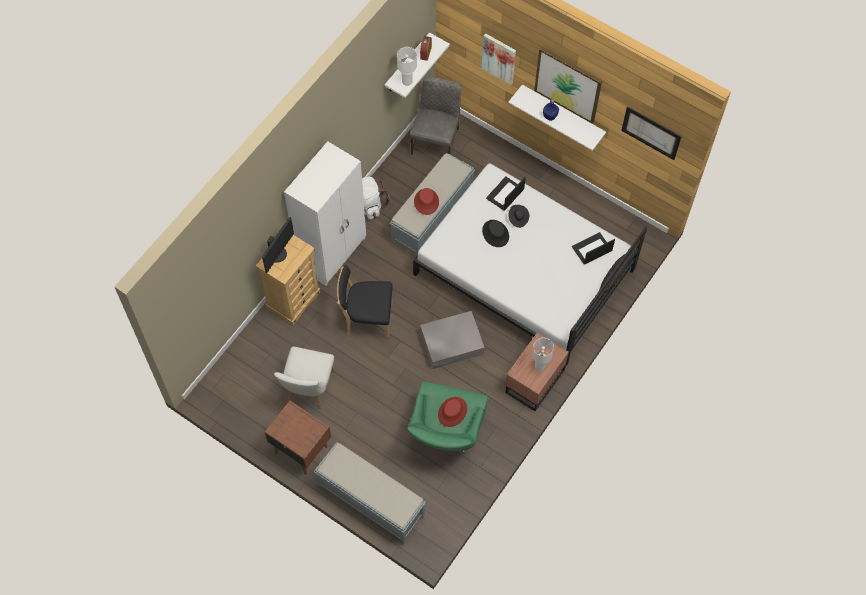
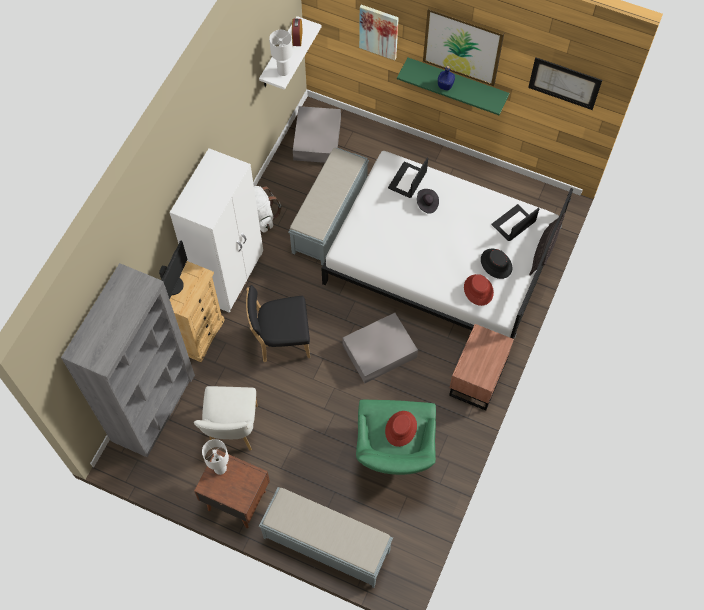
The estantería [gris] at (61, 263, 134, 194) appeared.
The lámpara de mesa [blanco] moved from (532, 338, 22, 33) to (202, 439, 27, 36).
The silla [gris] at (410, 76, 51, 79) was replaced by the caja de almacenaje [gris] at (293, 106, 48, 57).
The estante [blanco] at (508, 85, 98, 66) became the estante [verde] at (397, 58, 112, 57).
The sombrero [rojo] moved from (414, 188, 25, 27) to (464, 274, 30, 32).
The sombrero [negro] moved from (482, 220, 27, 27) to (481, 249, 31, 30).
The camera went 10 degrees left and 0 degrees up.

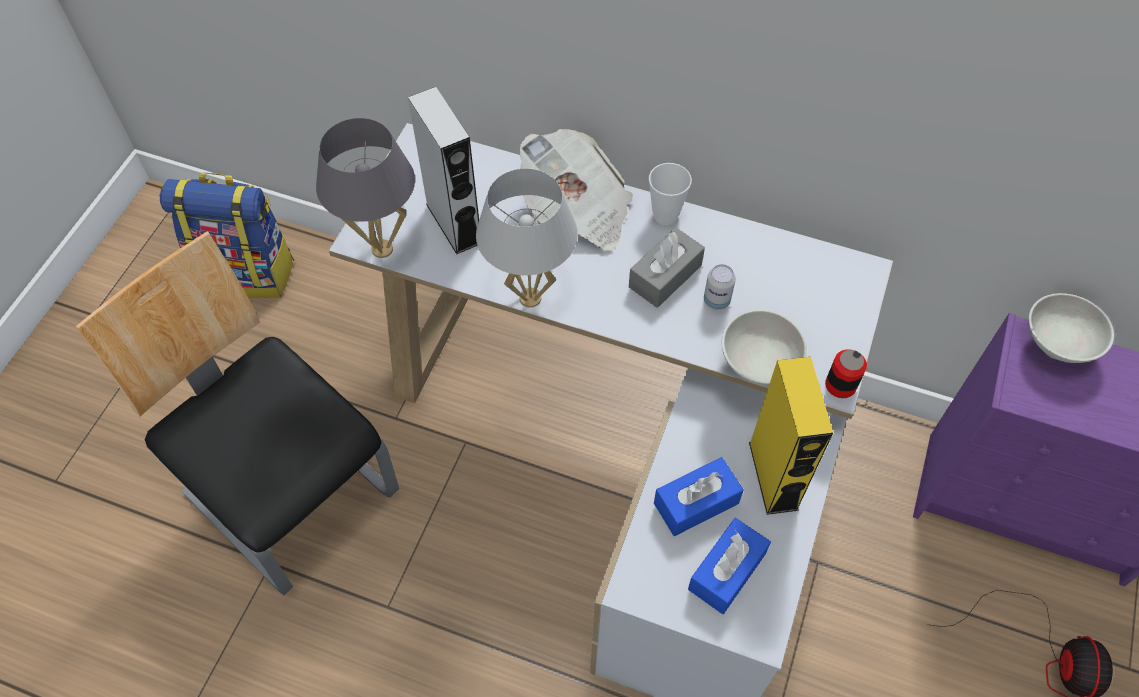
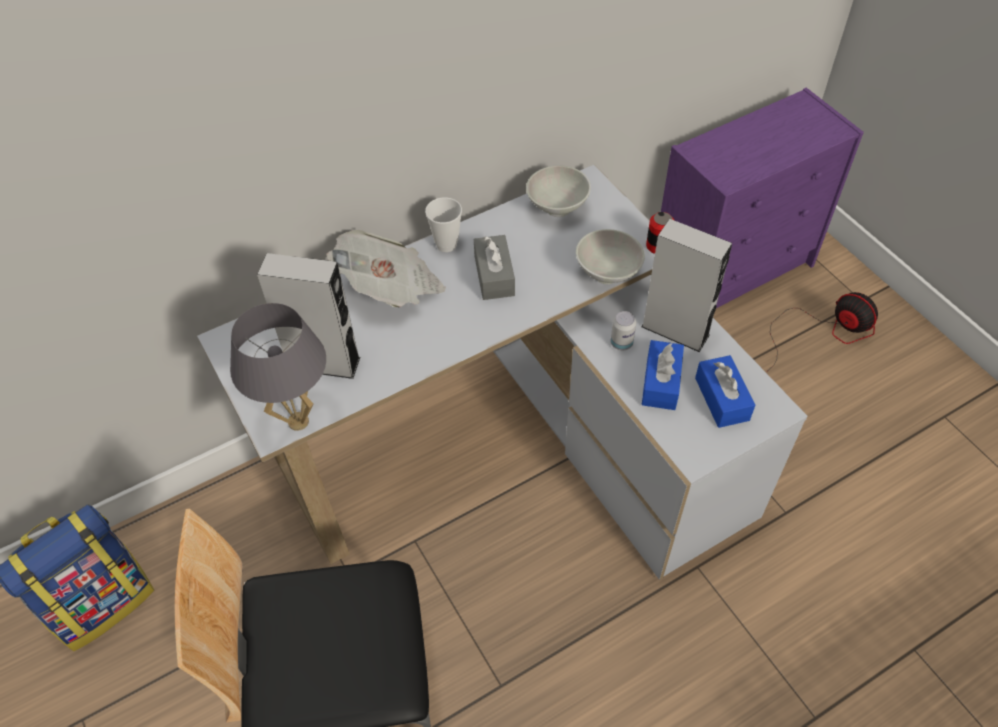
The cuenco [blanco] moved from (1029, 293, 85, 70) to (526, 166, 65, 51).
The lata moved from (704, 264, 32, 46) to (611, 311, 25, 39).
The altavoz [amarillo] at (749, 357, 84, 158) became the altavoz [gris] at (641, 219, 91, 133).
The lámpara de mesa [blanco] at (476, 168, 102, 140) disappeared.
The camera went 50 degrees left and 5 degrees down.

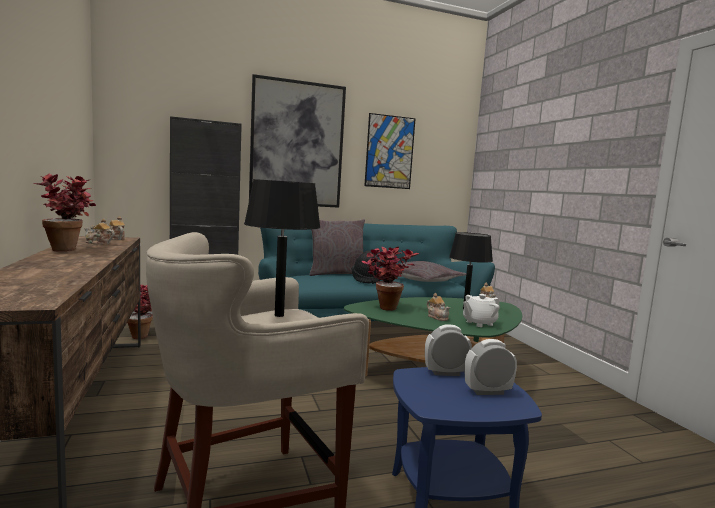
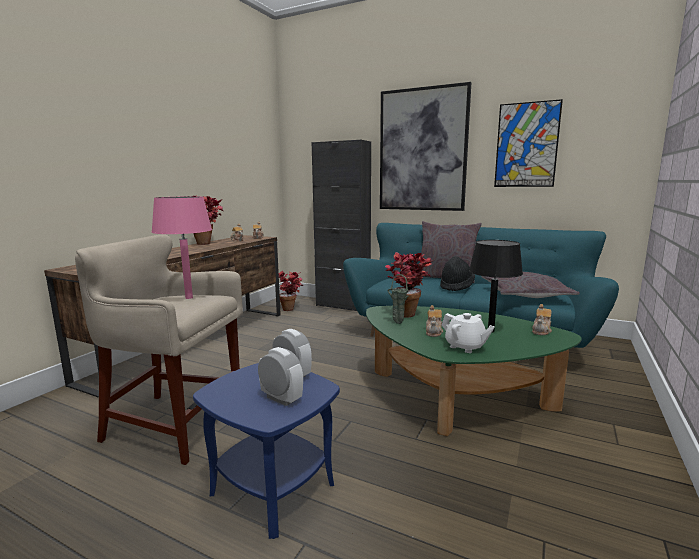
The lámpara de mesa [negro] at (244, 179, 77, 138) became the lámpara de mesa [rosa] at (151, 196, 61, 103).
The florero [verde] at (388, 274, 21, 50) appeared.
The tetera [blanco] at (463, 294, 37, 33) turned 150 degrees counterclockwise.
The camera went 45 degrees right and 5 degrees up.

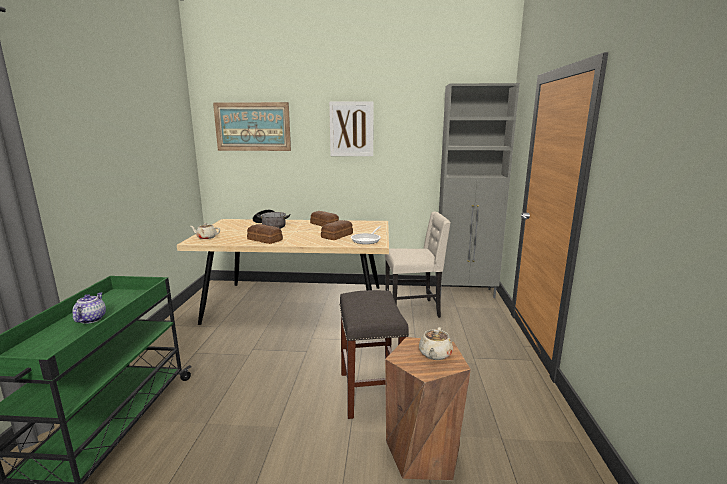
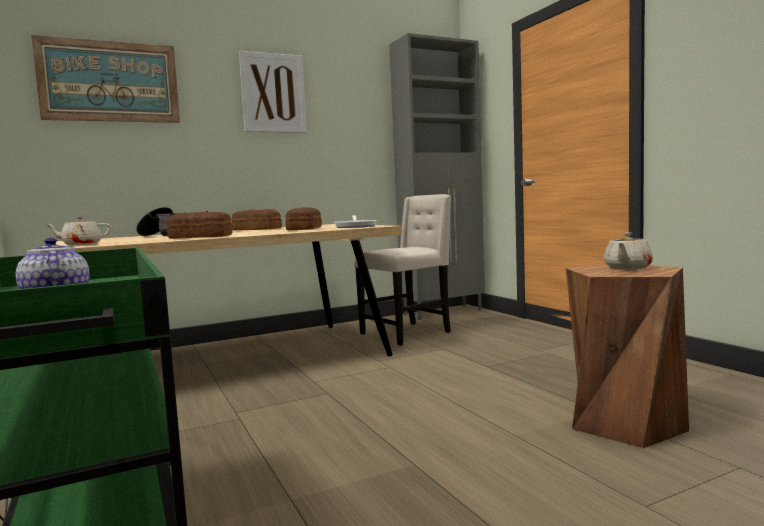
The tetera [beis] at (419, 327, 34, 33) turned 45 degrees clockwise.
The taburete [gris] at (339, 290, 70, 129) disappeared.
The camera went 30 degrees left and 10 degrees down.

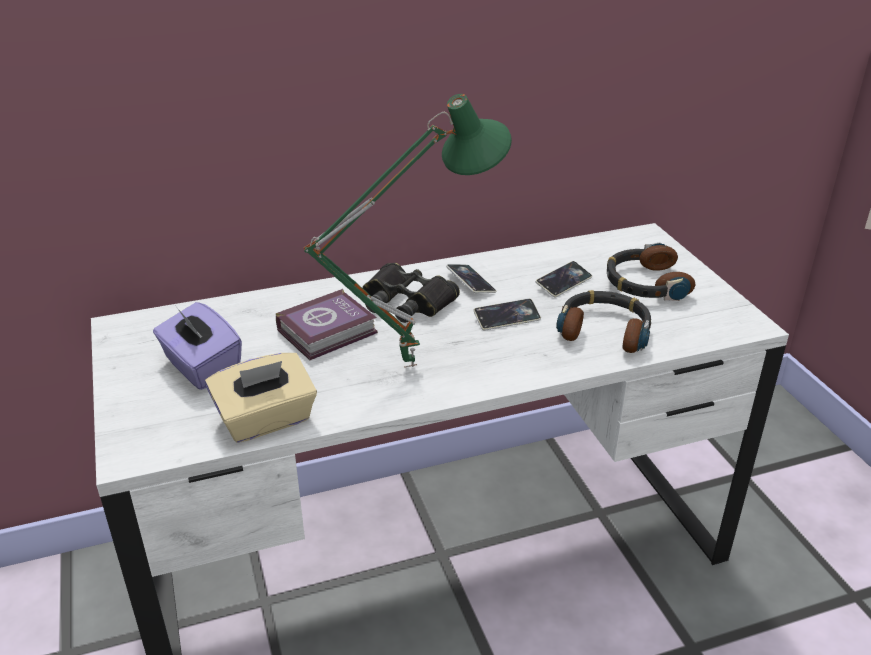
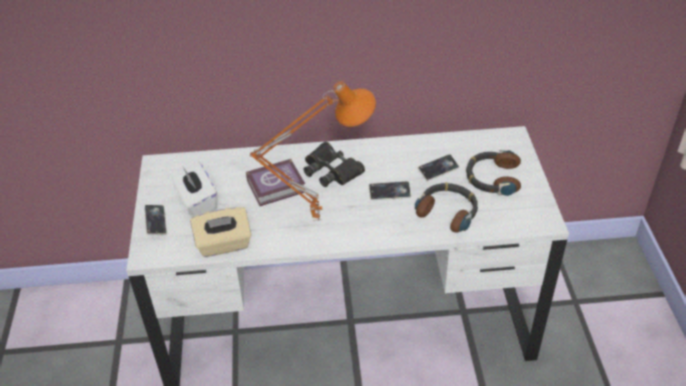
The móvil moved from (446, 264, 50, 29) to (144, 205, 23, 30).
The caja de pañuelos [morado] at (153, 302, 89, 88) became the caja de pañuelos [blanco] at (171, 162, 47, 55).
The lámpara de mesa [verde] at (304, 94, 208, 274) became the lámpara de mesa [naranja] at (250, 81, 126, 140).
The camera went 15 degrees right and 10 degrees up.

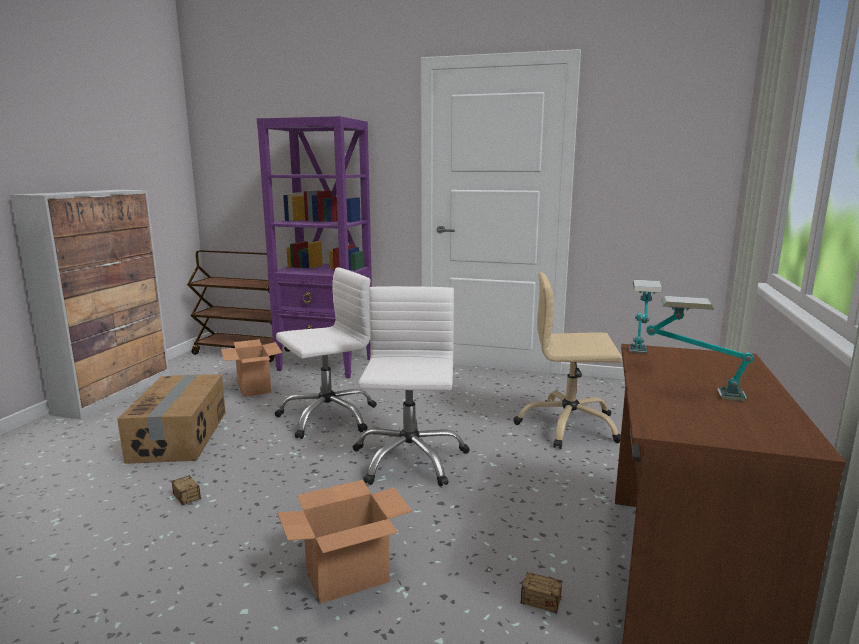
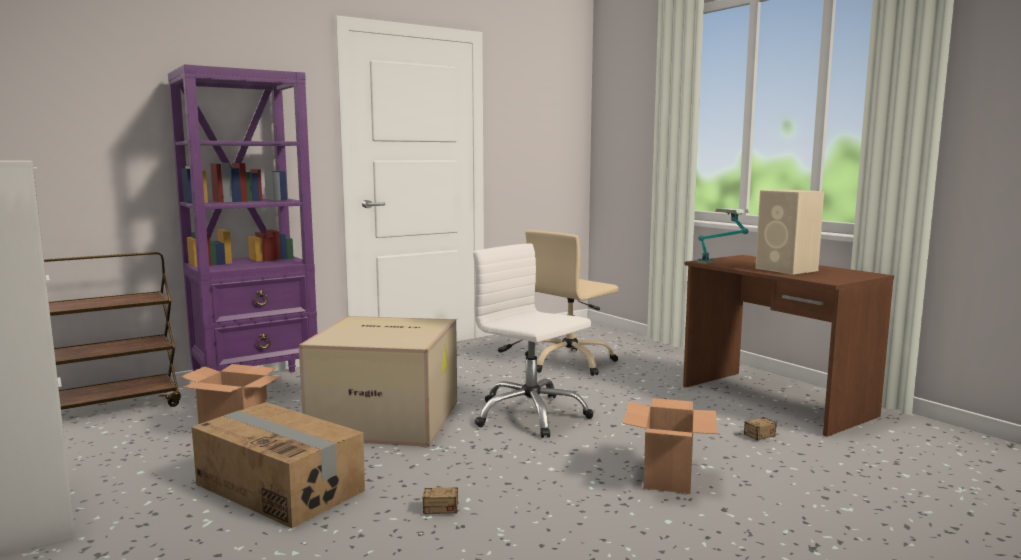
The silla de oficina [blanco] at (275, 267, 102, 172) was replaced by the caja de cartón at (299, 316, 158, 131).
The lámpara de mesa at (646, 296, 108, 105) was replaced by the altavoz [beis] at (755, 190, 69, 85).
The camera went 50 degrees left and 5 degrees down.

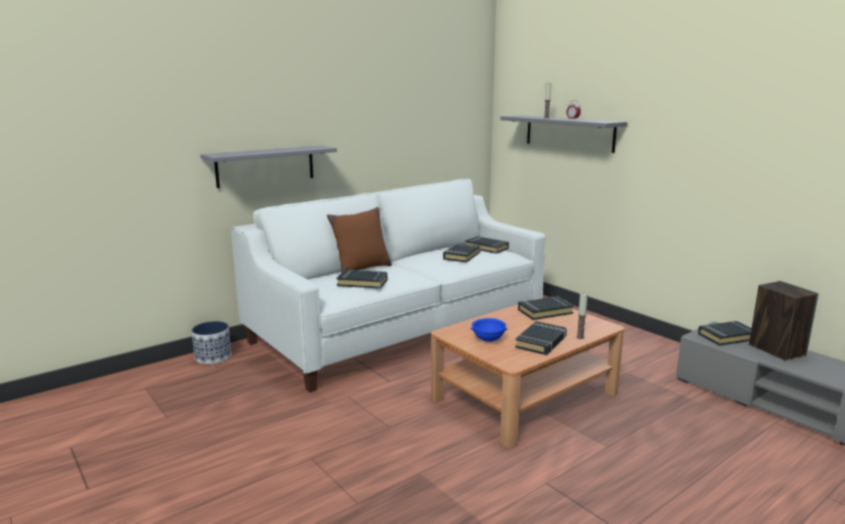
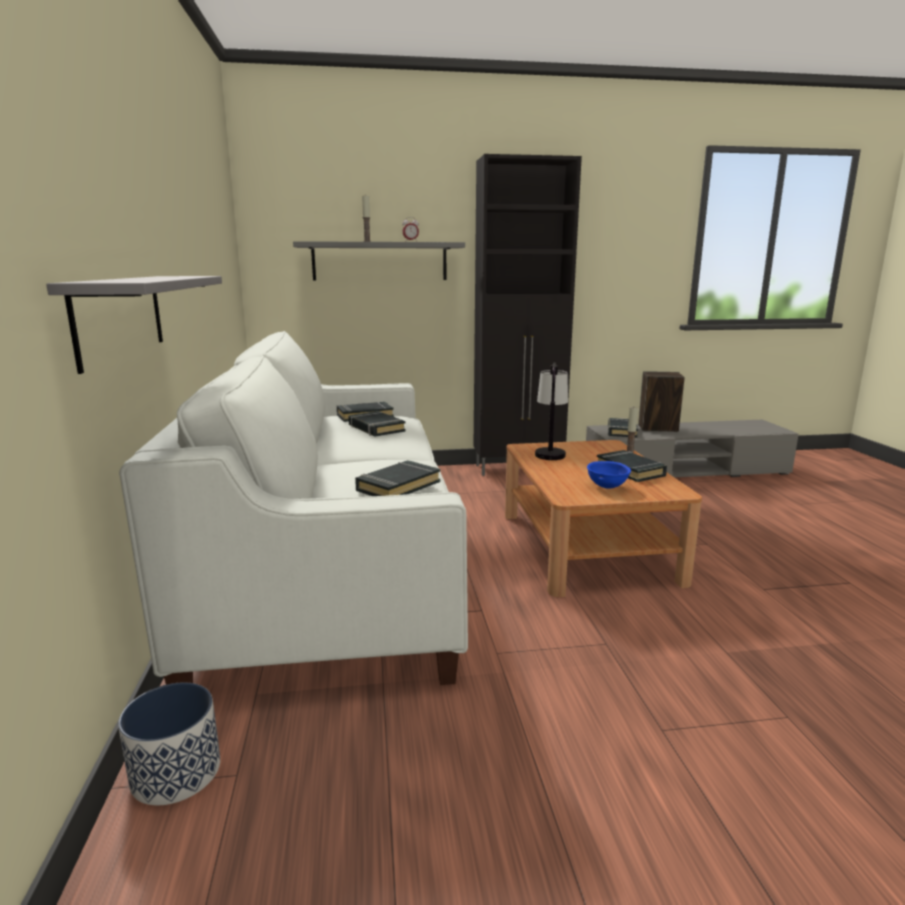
The armario [negro] at (474, 154, 108, 322) appeared.
The libro [negro] at (518, 296, 56, 24) was replaced by the lámpara de mesa at (535, 362, 33, 98).
The cojín [marrón] at (327, 207, 65, 66) disappeared.
The camera went 60 degrees left and 0 degrees up.

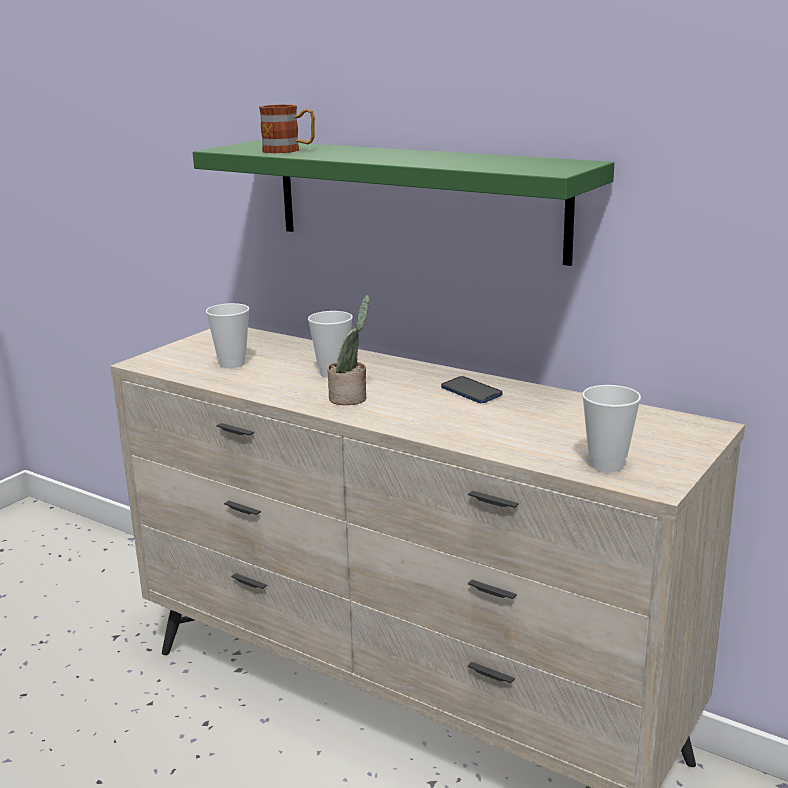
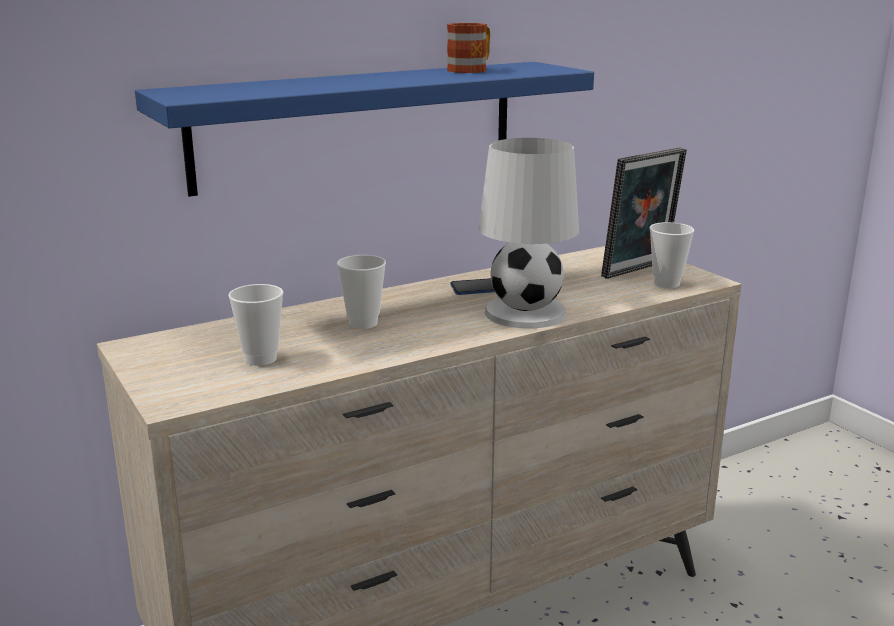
The estante [verde] at (193, 141, 421, 125) became the estante [azul] at (135, 62, 459, 135).
The taza grande moved from (259, 104, 56, 49) to (447, 23, 43, 50).
The lámpara de mesa [blanco] at (479, 138, 100, 191) appeared.
The portarretratos at (601, 147, 86, 132) appeared.
The planta en maceta at (327, 295, 43, 110) disappeared.
The camera went 65 degrees left and 0 degrees up.

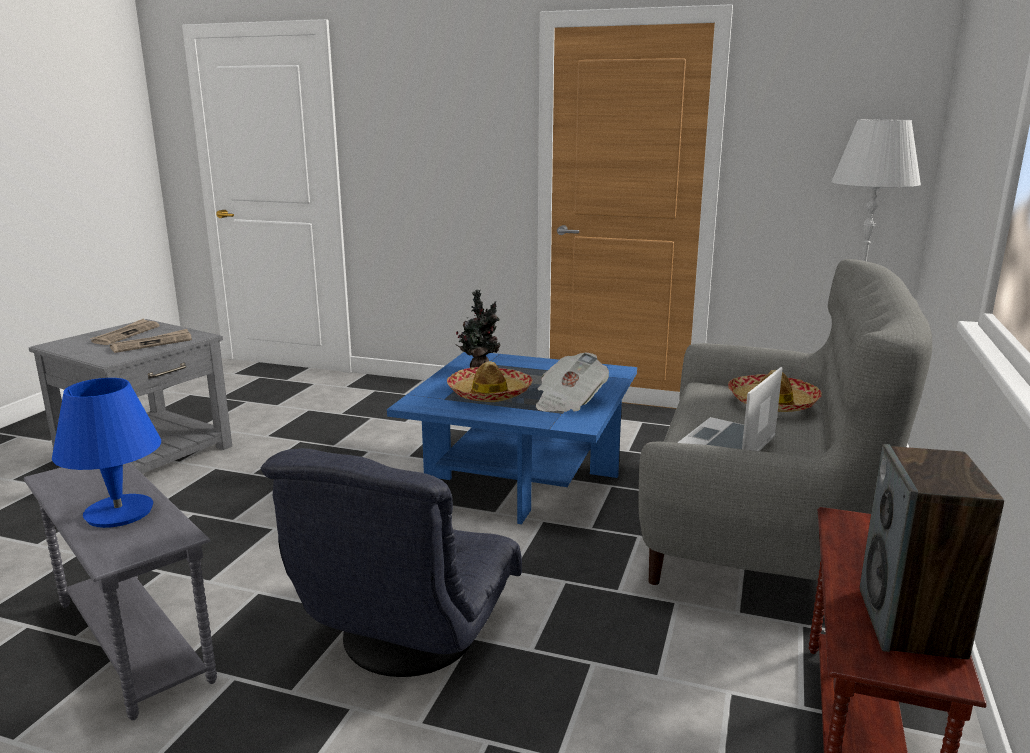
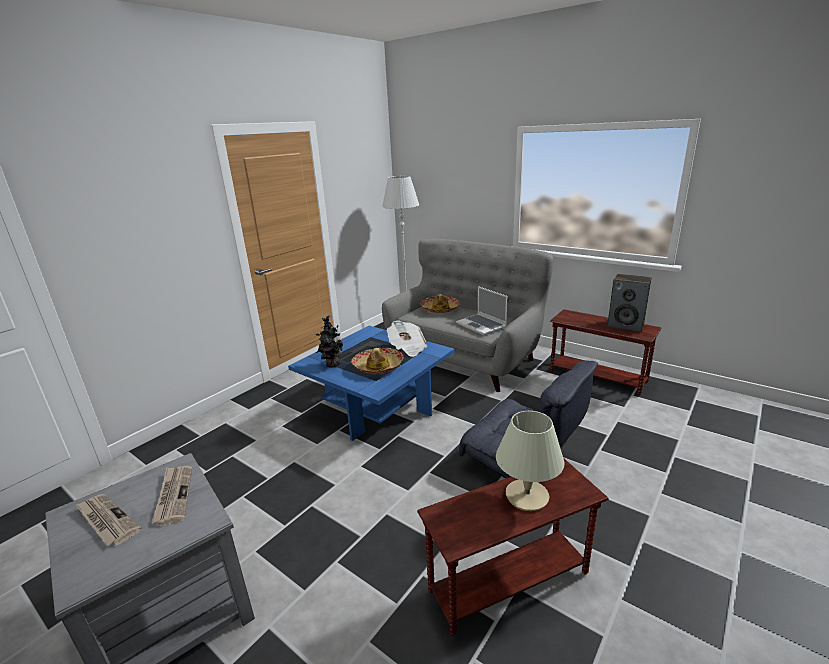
The mesa auxiliar [gris] at (24, 463, 193, 257) became the mesa auxiliar [marrón] at (417, 458, 192, 178).
The lámpara de mesa [azul] at (52, 378, 109, 150) became the lámpara de mesa [beis] at (496, 411, 68, 100).
The camera went 70 degrees left and 5 degrees up.

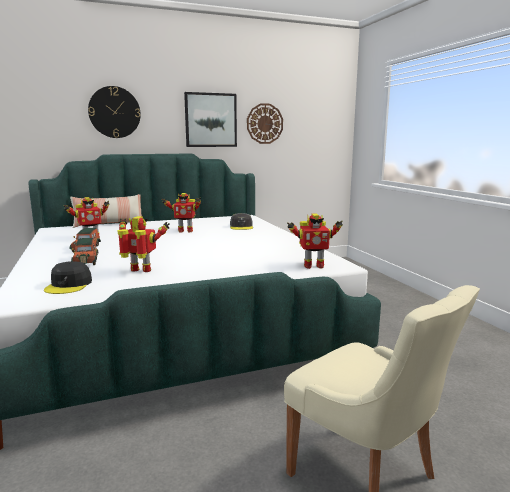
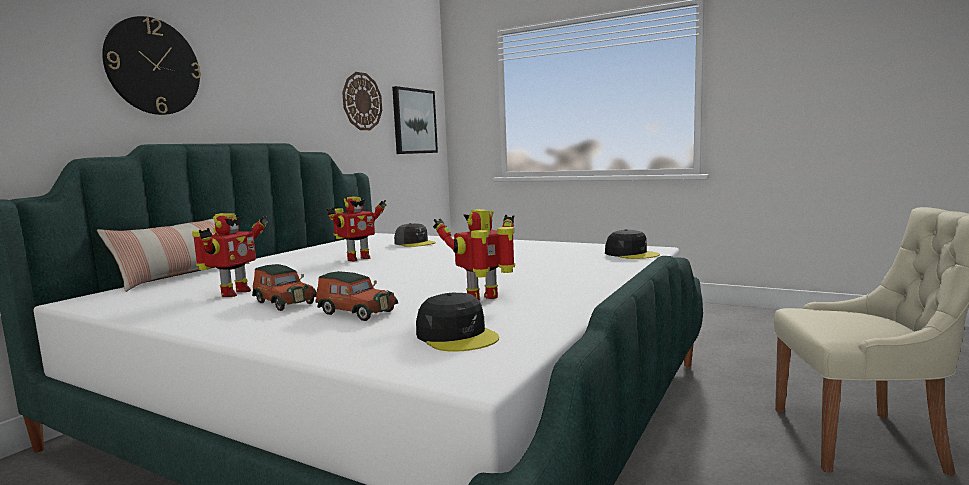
The cuadro moved from (184, 92, 53, 55) to (392, 86, 46, 68).
The robot de juguete at (287, 213, 56, 56) was replaced by the gorra [negro] at (605, 229, 55, 30).
The camera went 40 degrees left and 5 degrees down.

